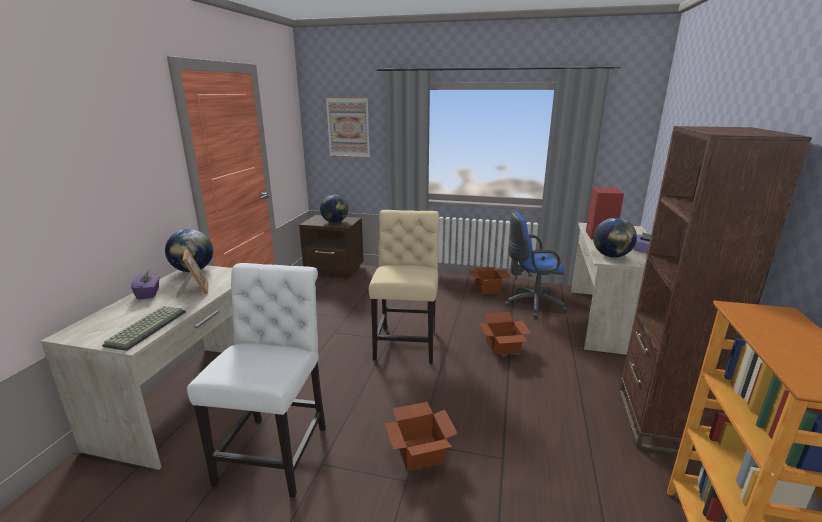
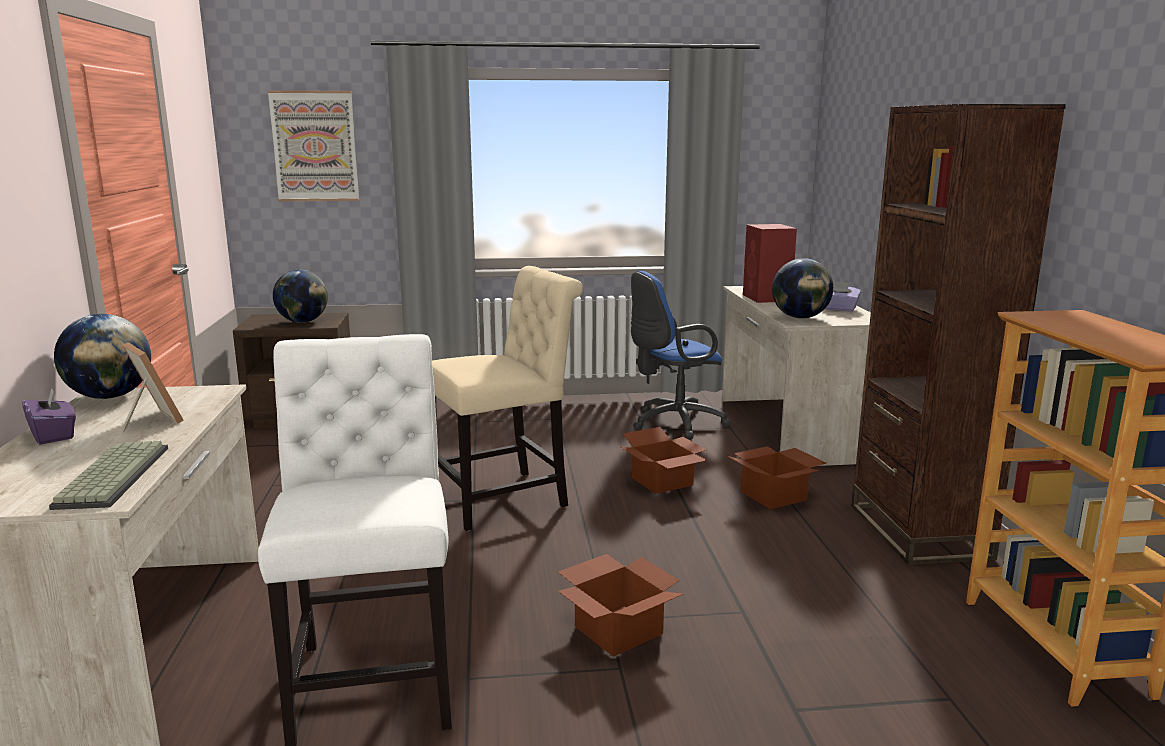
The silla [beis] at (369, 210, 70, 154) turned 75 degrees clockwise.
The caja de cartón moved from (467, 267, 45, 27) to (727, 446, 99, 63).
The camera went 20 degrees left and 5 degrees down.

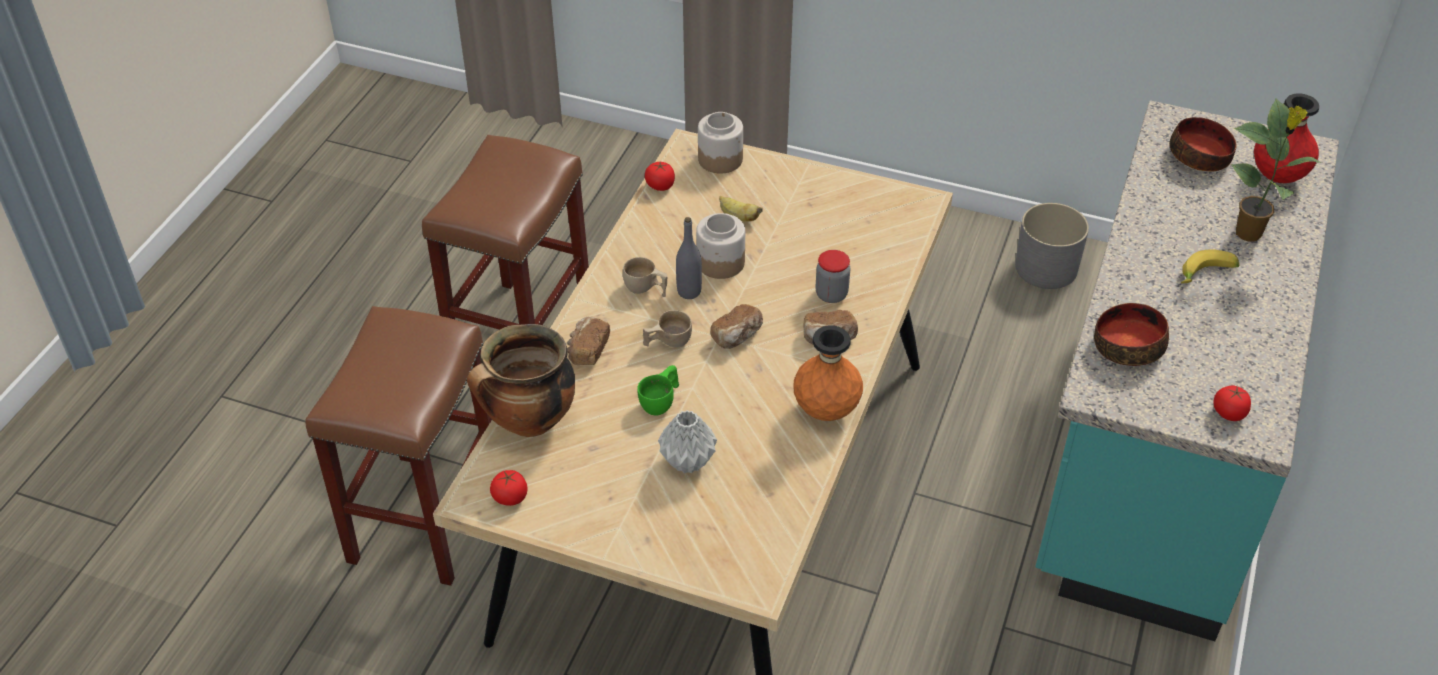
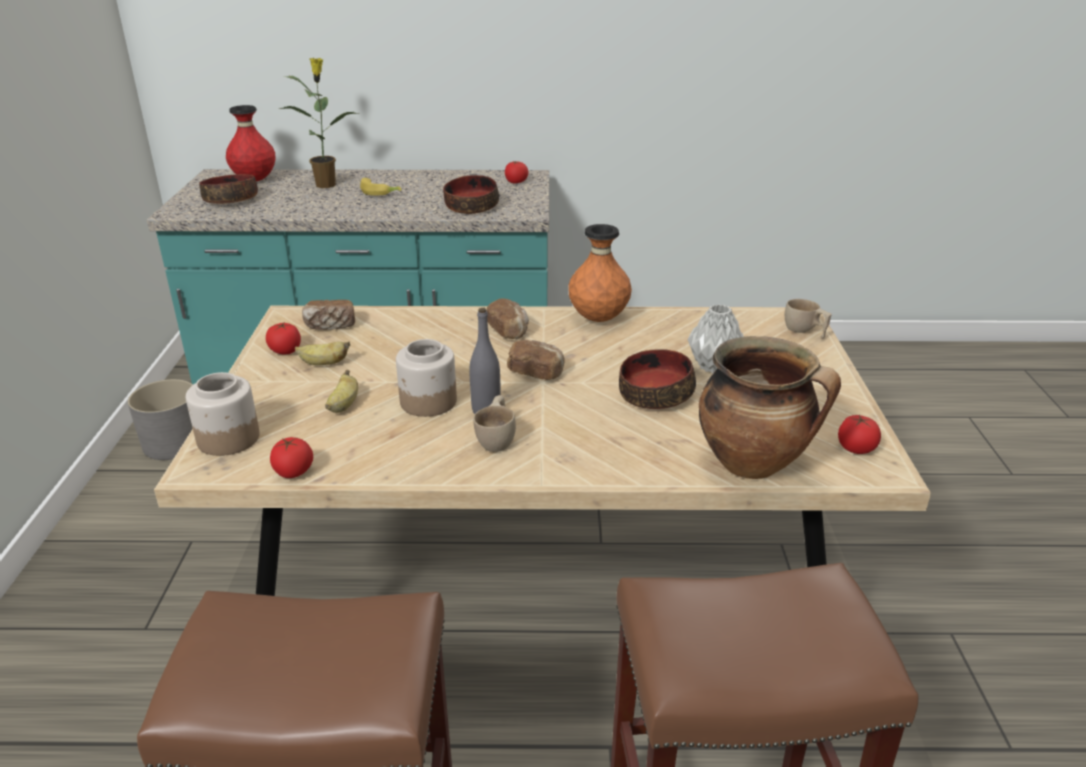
The tomate at (266, 323, 35, 31) appeared.
The plátano at (295, 341, 55, 24) appeared.
The pan moved from (567, 316, 43, 49) to (302, 300, 53, 30).
The taza [verde] at (637, 365, 42, 51) was replaced by the cuenco at (619, 349, 77, 60).
The taza [beis] moved from (643, 310, 49, 37) to (785, 299, 46, 39).
The tarro at (816, 250, 34, 53) disappeared.
The camera went 110 degrees left and 15 degrees down.

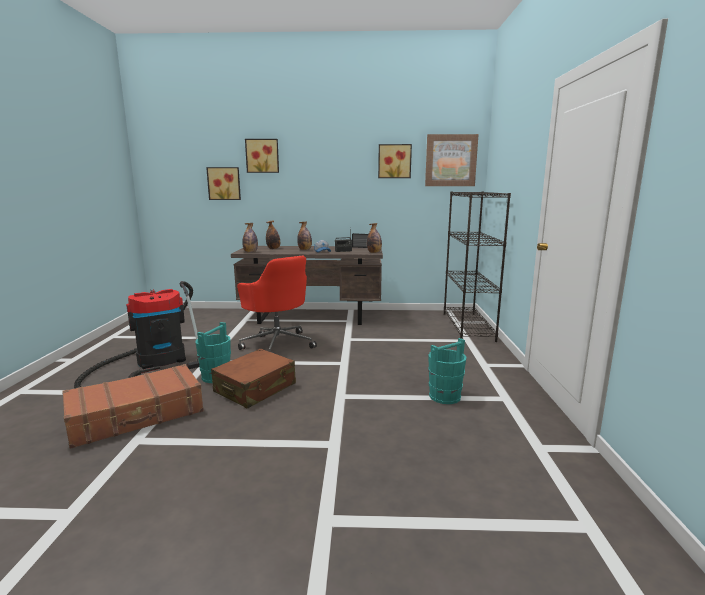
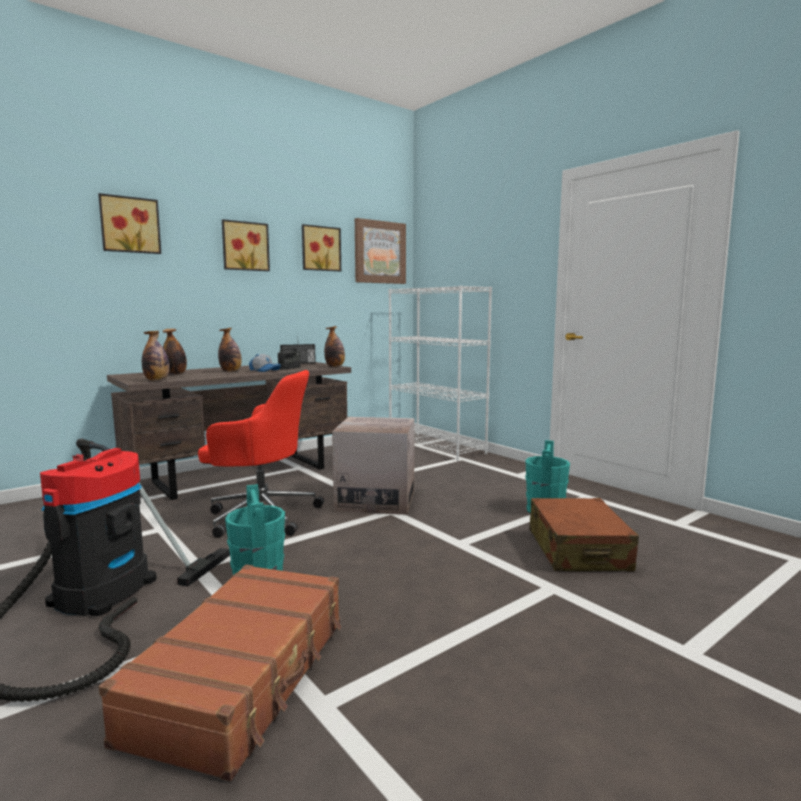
The cuadro moved from (206, 167, 35, 33) to (222, 219, 48, 52).
The caja de cartón at (332, 417, 83, 98) appeared.
The estantería [negro] at (444, 192, 67, 150) became the estantería [blanco] at (389, 286, 103, 175).
The maleta [marrón] moved from (211, 349, 85, 60) to (529, 498, 110, 73).
The camera went 40 degrees left and 5 degrees down.

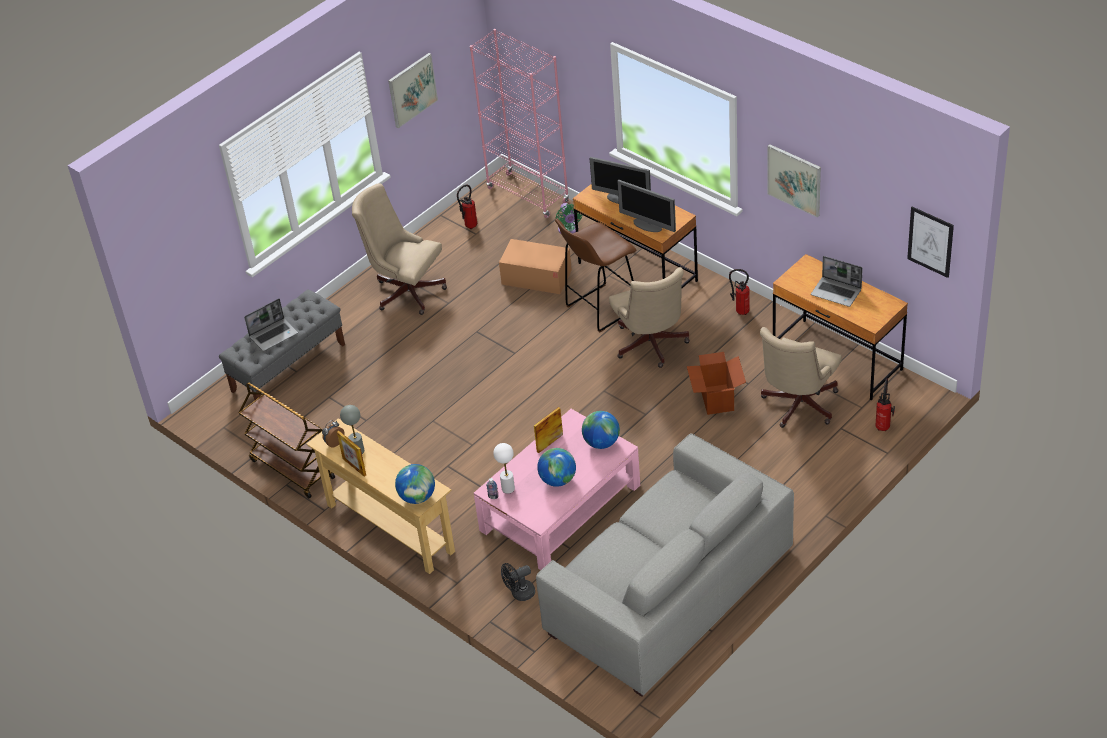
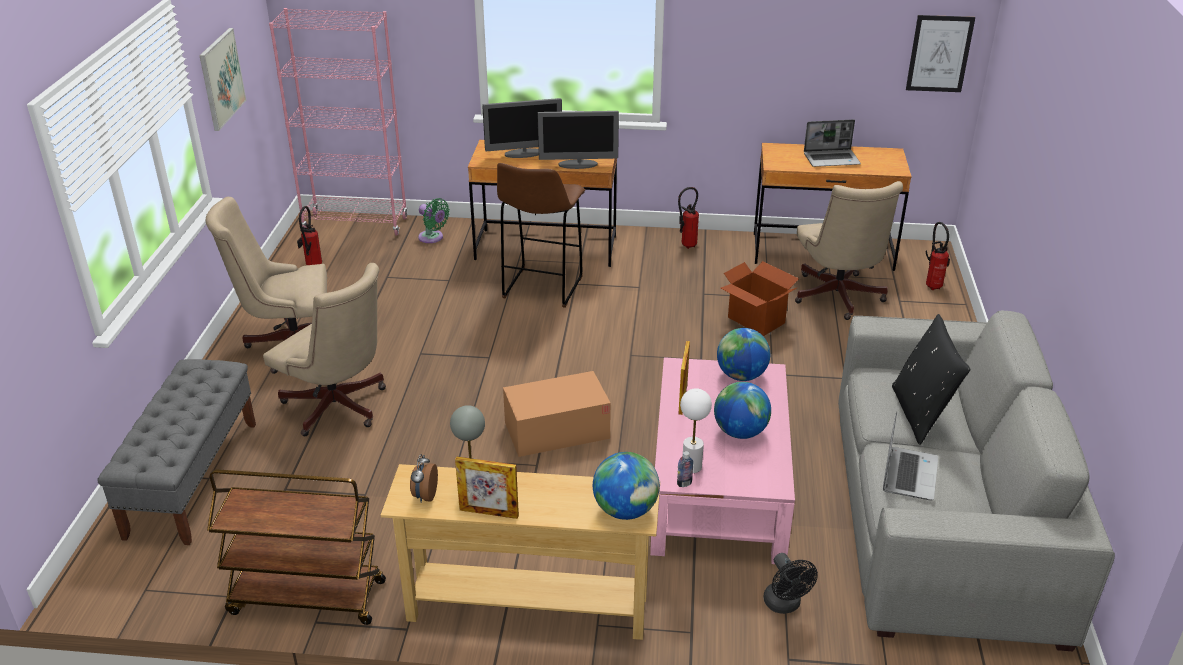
The silla de oficina [beis] moved from (609, 267, 81, 101) to (263, 263, 123, 173).
The caja de cartón moved from (499, 239, 73, 55) to (503, 371, 108, 86).
The ventilador [negro] at (501, 563, 34, 38) turned 45 degrees counterclockwise.
The portátil moved from (244, 299, 54, 52) to (883, 412, 55, 89).
The cojín [negro] at (892, 314, 79, 131) appeared.
The cuadro at (767, 144, 54, 73) disappeared.
The camera went 40 degrees left and 10 degrees down.

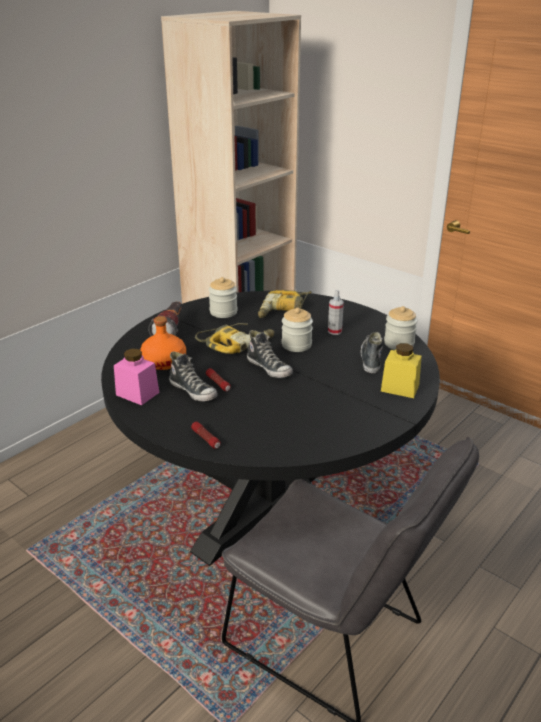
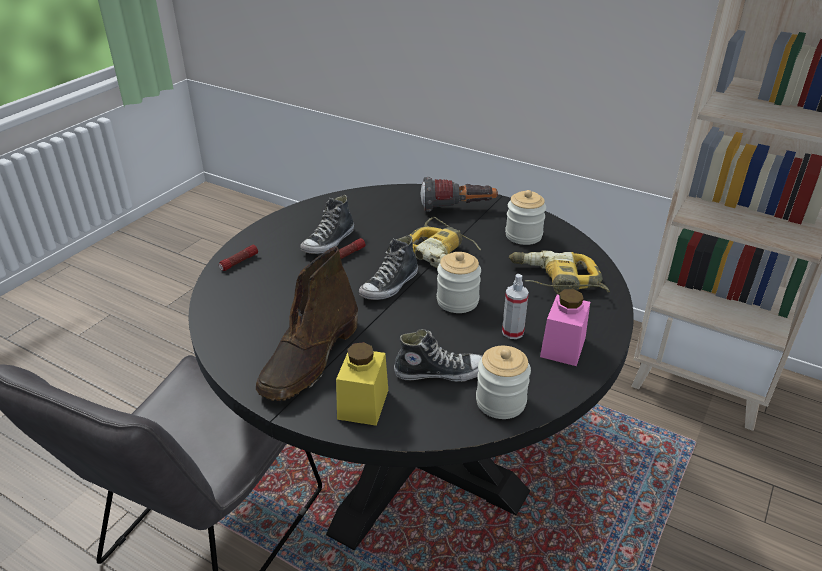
The bota [marrón] at (256, 247, 102, 154) appeared.
The tarro [rosa] moved from (114, 348, 45, 57) to (540, 289, 50, 77).
The botella [naranja] at (140, 316, 46, 54) disappeared.
The camera went 80 degrees right and 5 degrees up.

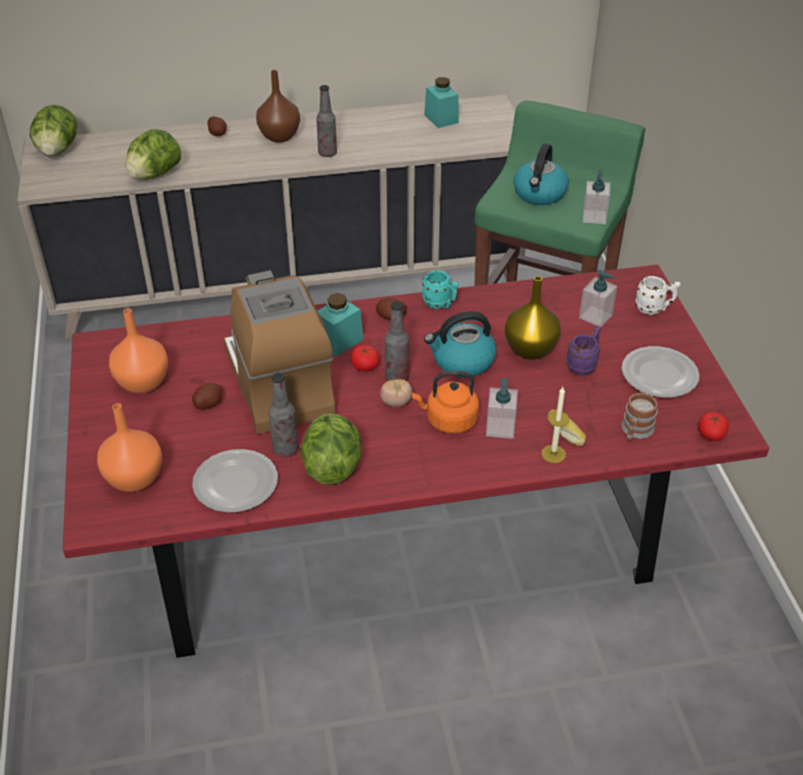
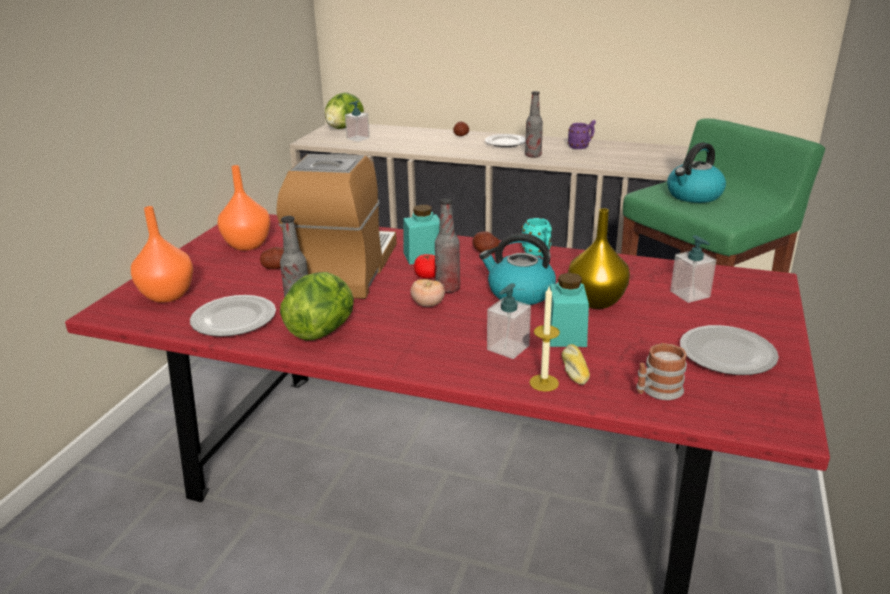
The dispensador de jabón moved from (582, 170, 28, 54) to (345, 101, 25, 41).
The florero [marrón] at (256, 70, 44, 73) was replaced by the plato at (485, 134, 41, 13).
The tarro [turquesa] moved from (424, 77, 35, 51) to (550, 273, 39, 74).
The taza grande [morado] moved from (566, 326, 35, 49) to (568, 120, 28, 29).
The lechuga at (126, 129, 55, 51) disappeared.
The hervidor [naranja] at (412, 371, 67, 63) disappeared.
The taza grande [blanco] at (635, 276, 46, 39) disappeared.
The tomate at (698, 412, 31, 29) disappeared.
The camera went 30 degrees right and 15 degrees down.

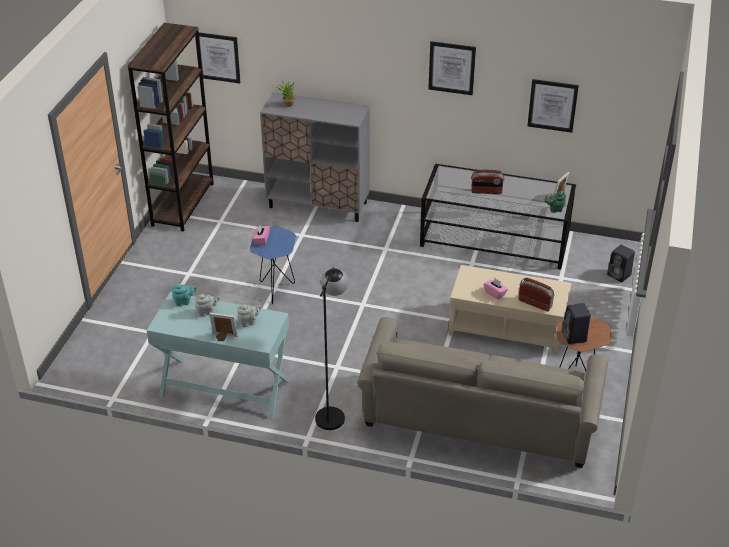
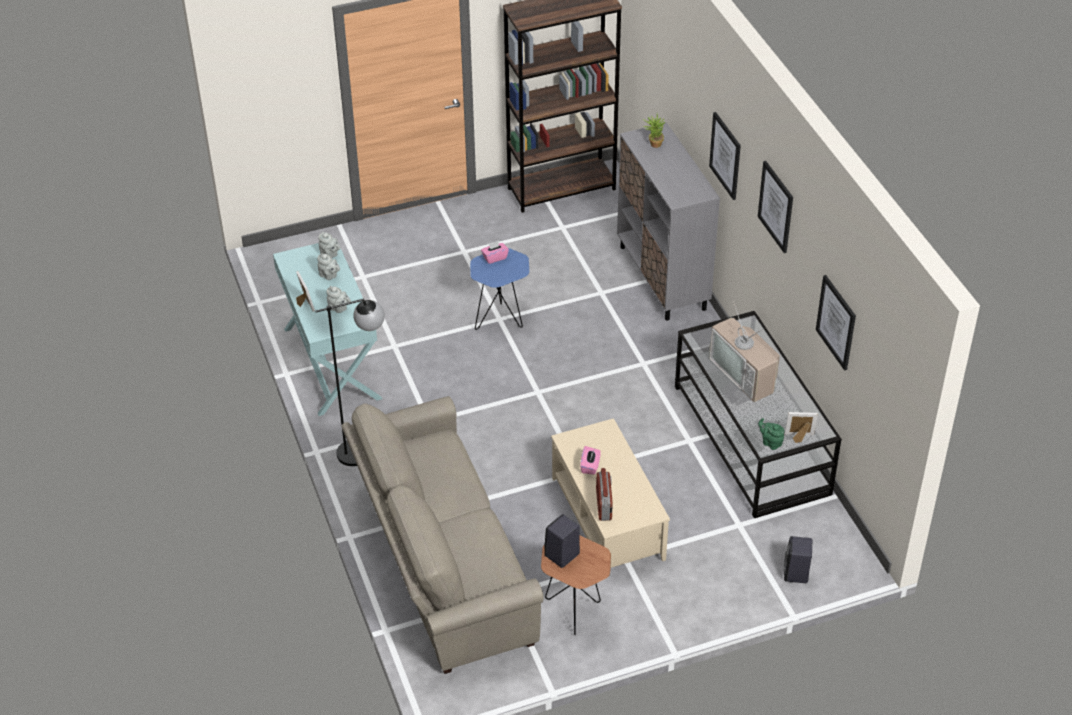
The tetera [turquesa] at (172, 284, 25, 23) became the tetera [gris] at (318, 232, 23, 26).
The cuadro moved from (199, 32, 42, 51) to (709, 112, 32, 88).
The radio at (471, 170, 34, 24) was replaced by the televisor at (709, 301, 71, 101).
The camera went 55 degrees right and 5 degrees up.

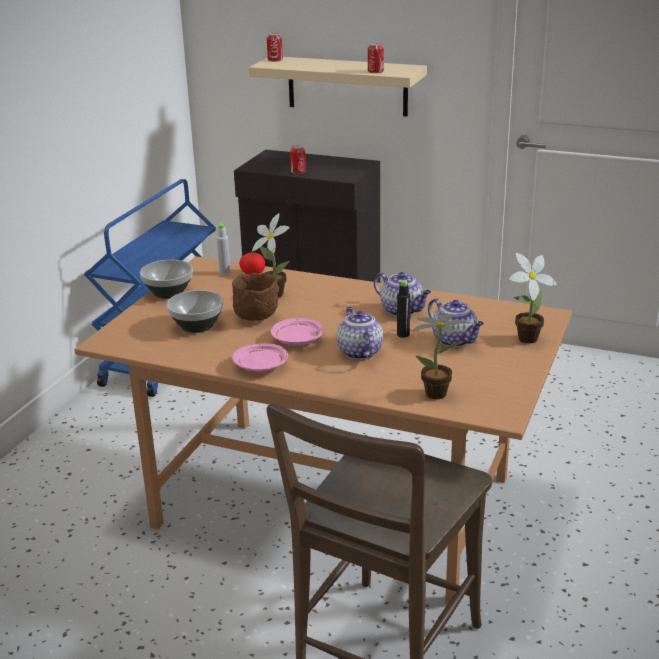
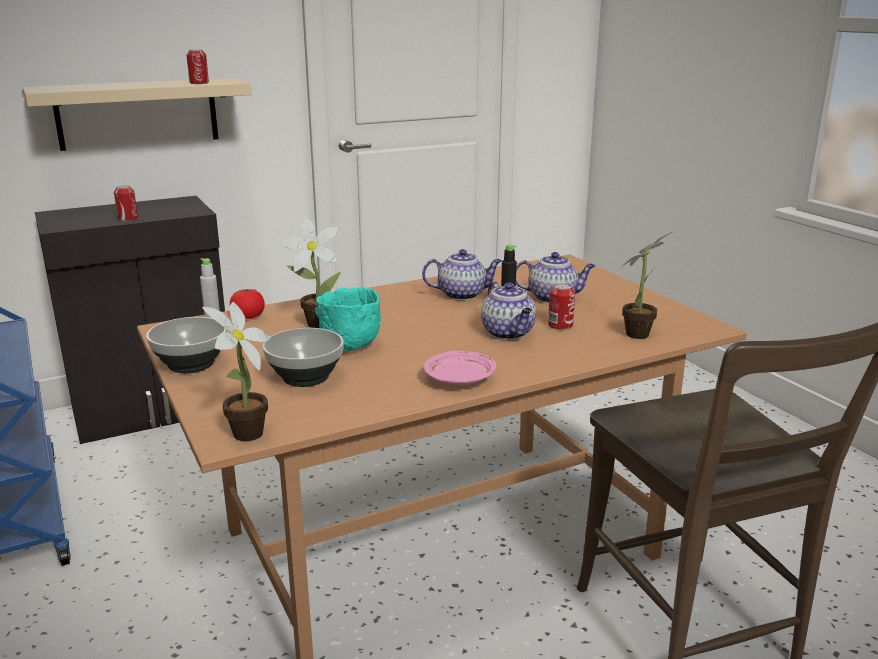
The planta en maceta moved from (509, 253, 48, 91) to (202, 302, 68, 139).
The cuenco [marrón] at (232, 273, 47, 48) became the cuenco [turquesa] at (315, 287, 66, 64).
The tetera at (337, 307, 46, 52) turned 135 degrees counterclockwise.
The lata moved from (267, 33, 16, 29) to (548, 283, 27, 47).
The plato [rosa] at (271, 318, 52, 27) disappeared.
The camera went 50 degrees left and 5 degrees down.

